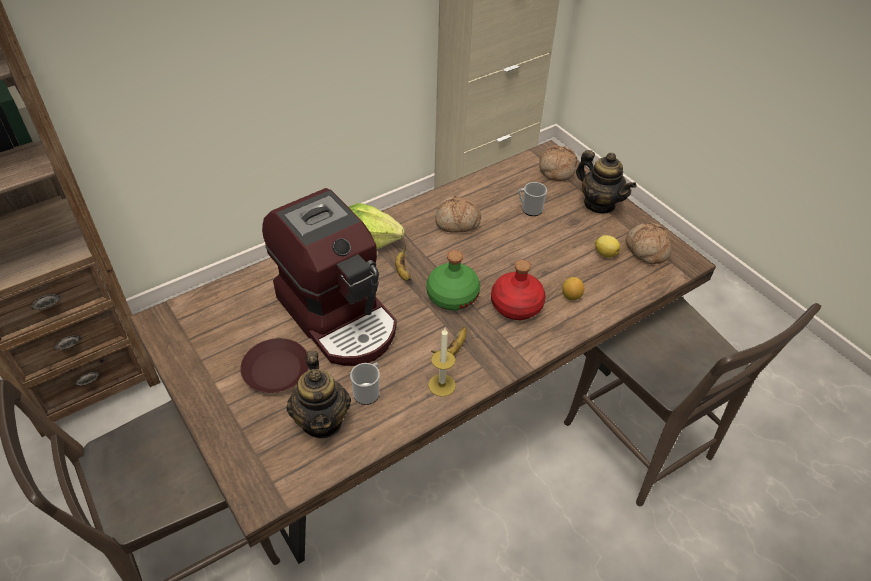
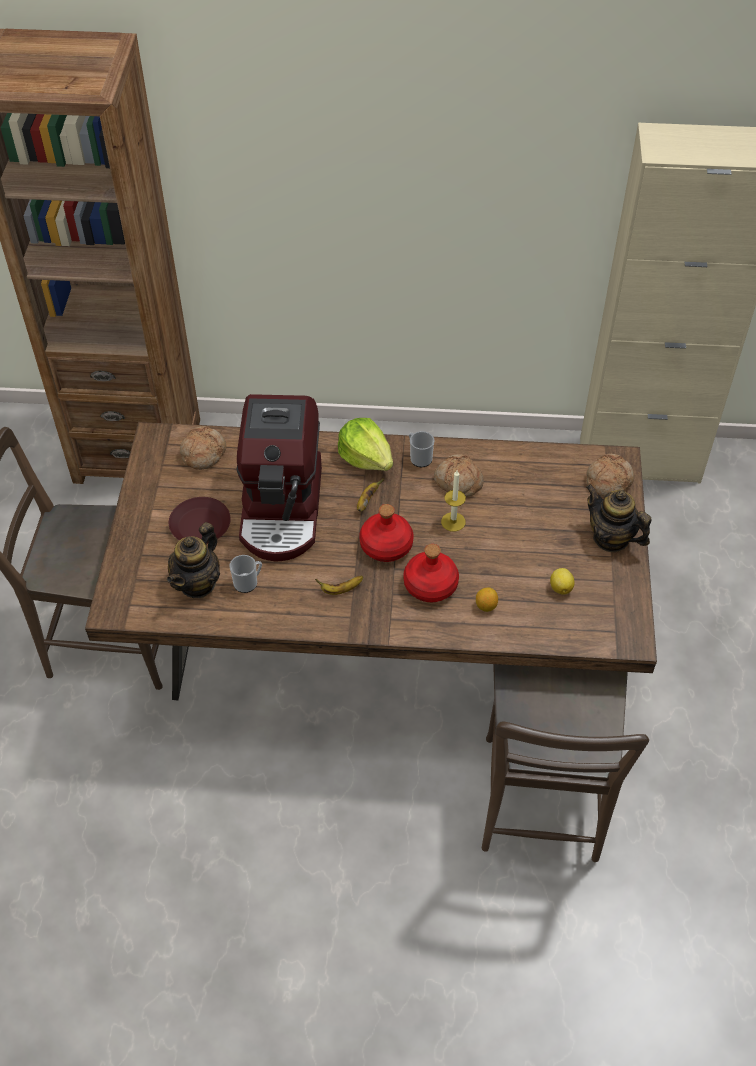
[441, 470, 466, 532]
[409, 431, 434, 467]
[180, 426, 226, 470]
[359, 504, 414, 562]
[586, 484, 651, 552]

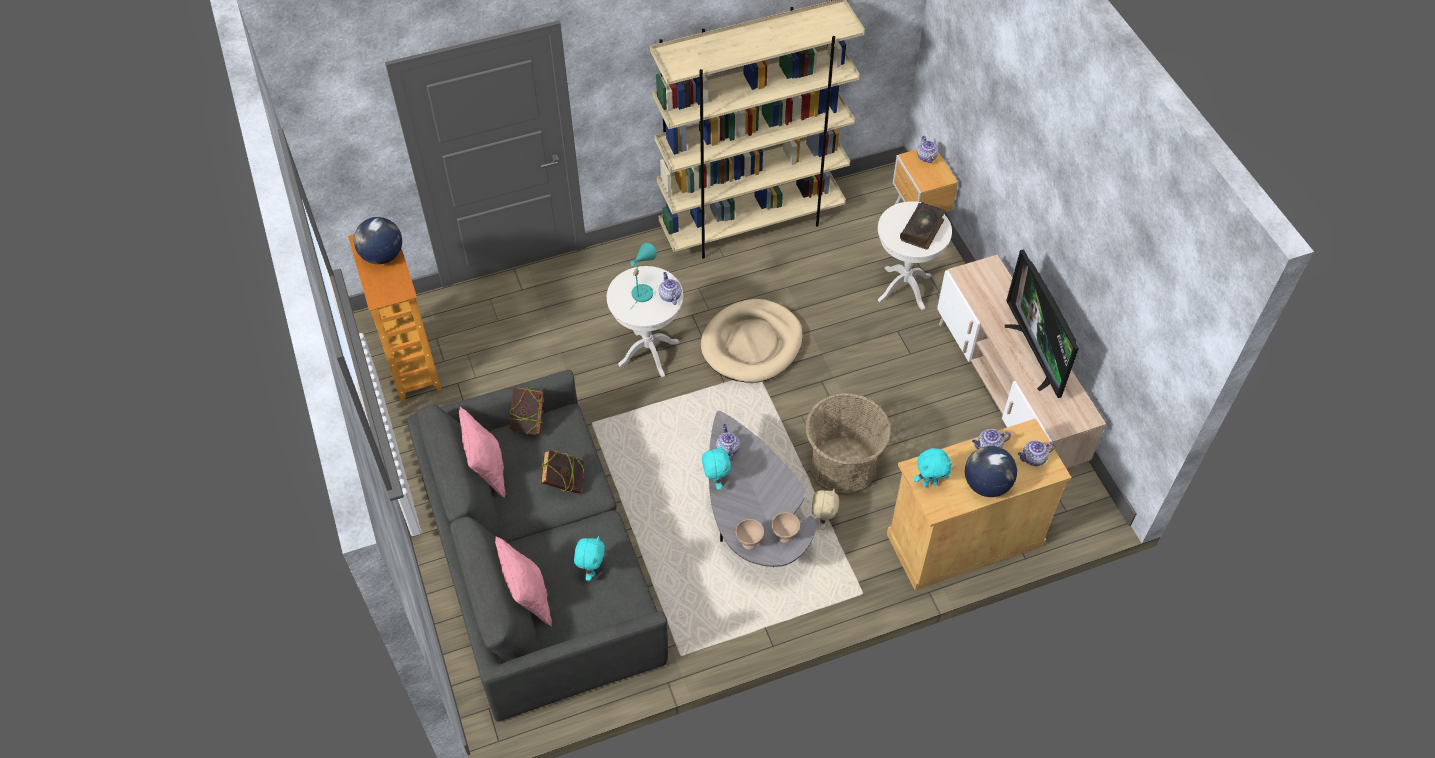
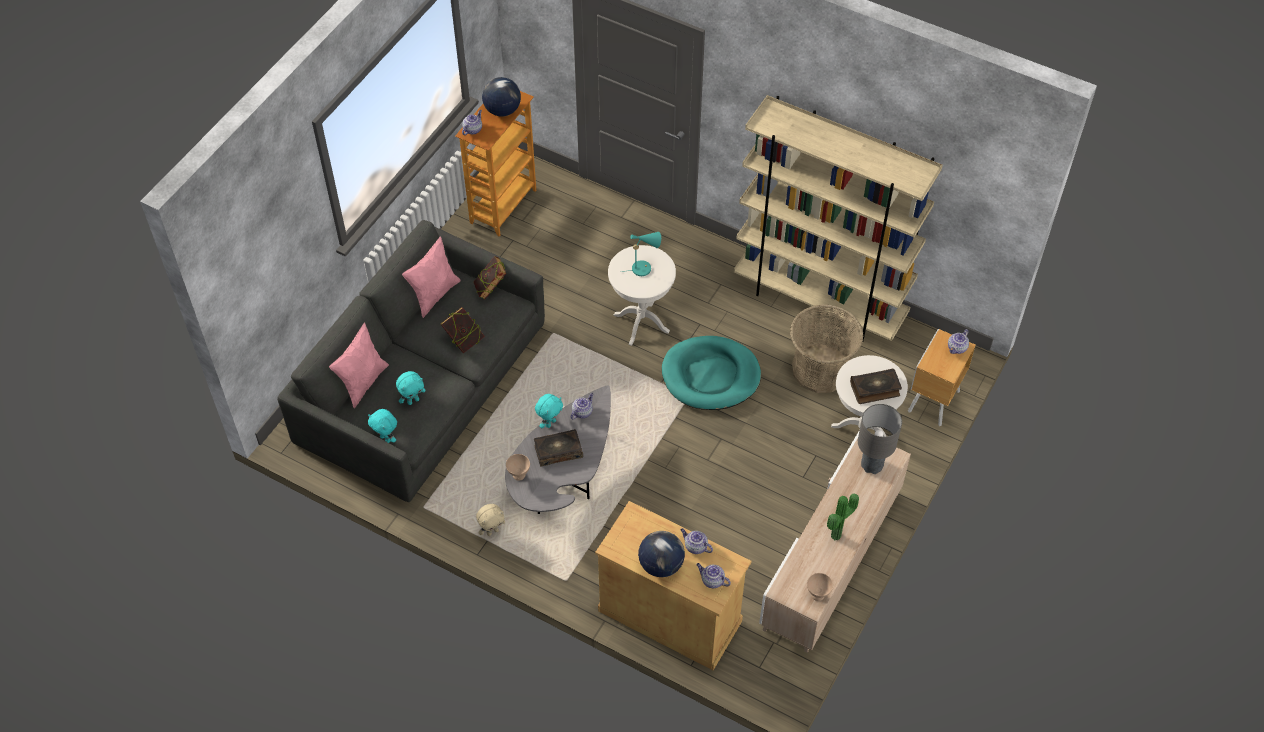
[534, 429, 583, 467]
[858, 404, 902, 474]
[462, 110, 482, 135]
[807, 573, 833, 601]
[790, 304, 864, 393]
[476, 504, 505, 536]
[368, 409, 397, 443]
[827, 493, 859, 540]
[662, 336, 761, 410]

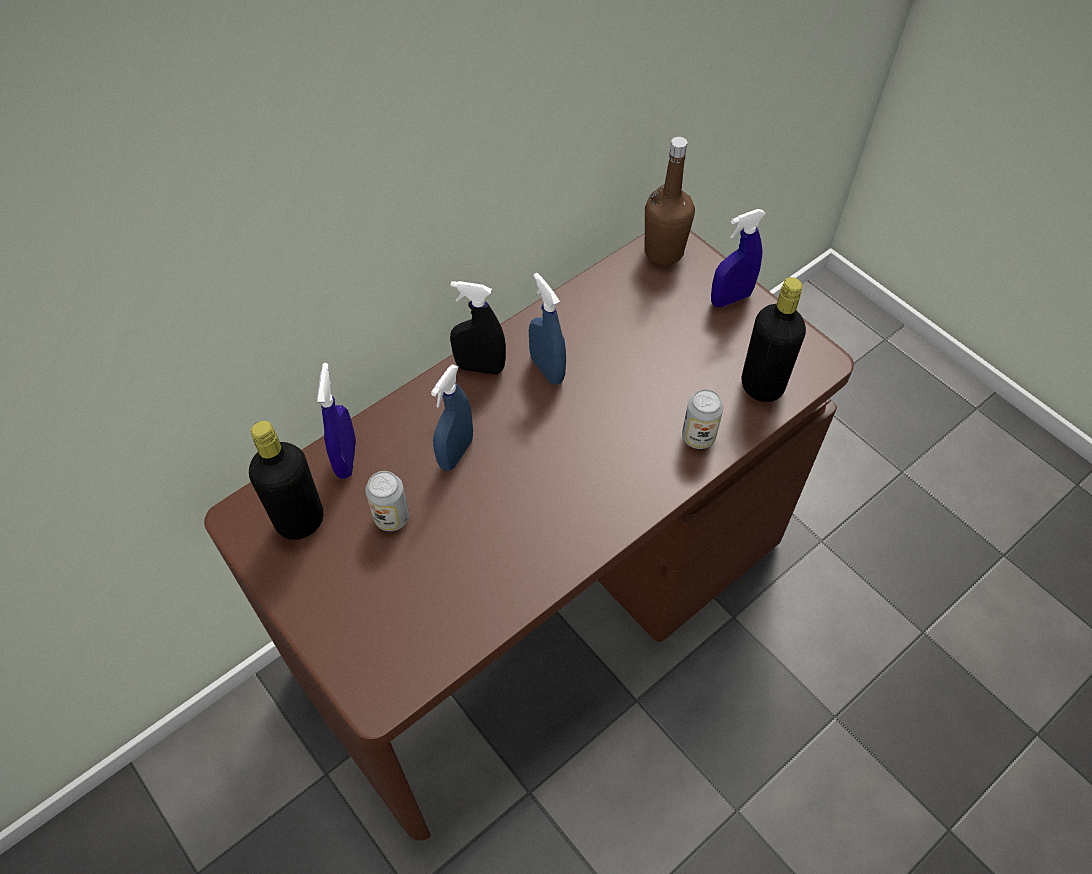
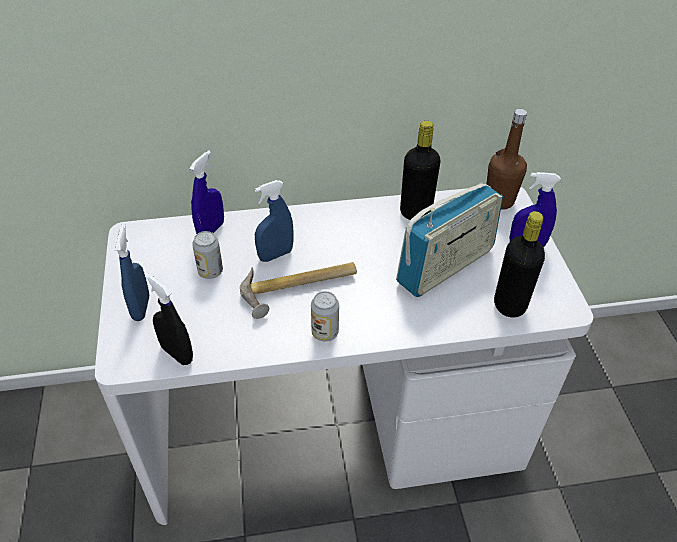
[240, 262, 357, 319]
[396, 182, 503, 297]
[400, 121, 441, 220]
[145, 273, 193, 365]
[115, 224, 149, 321]
[311, 291, 339, 341]
[95, 187, 593, 525]

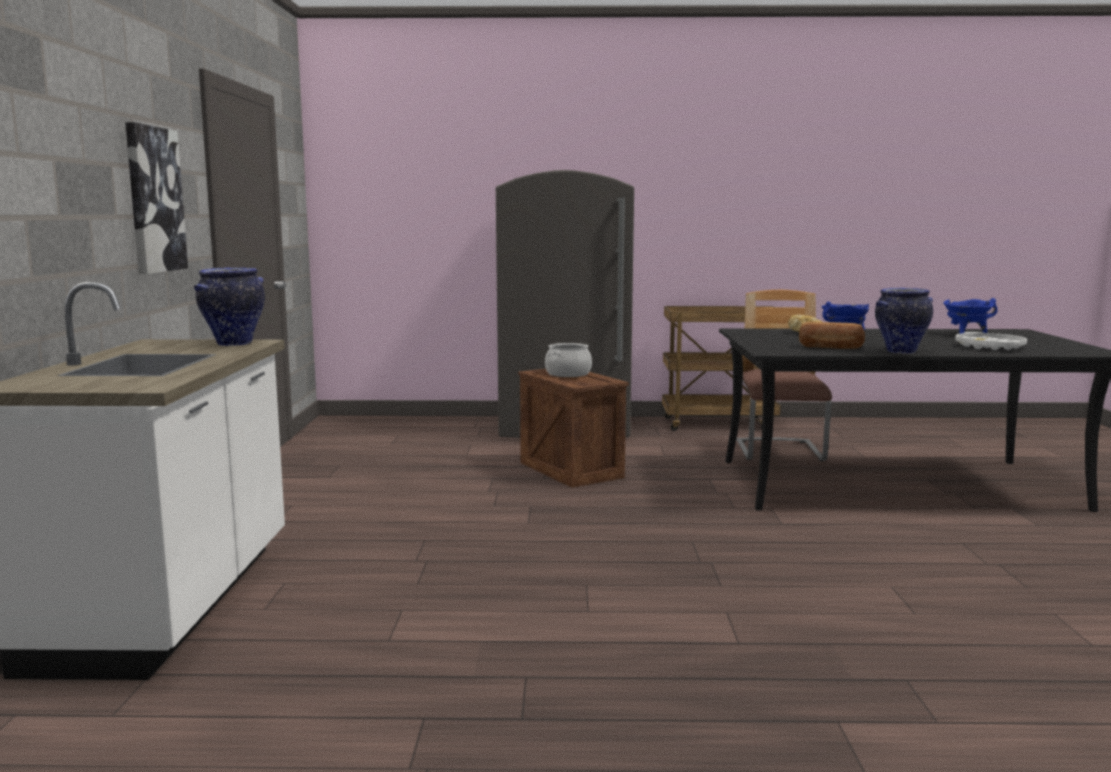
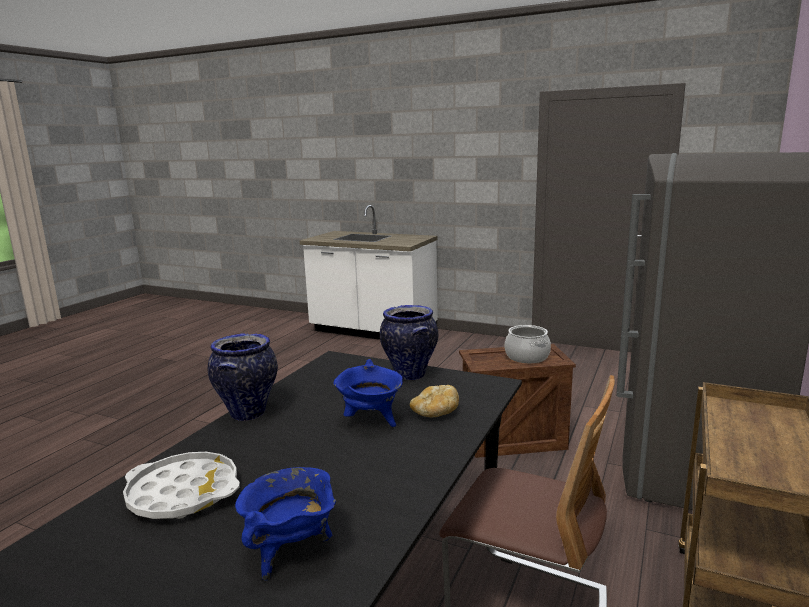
[125, 122, 188, 274] (first image)
[799, 322, 865, 349] (first image)
[380, 305, 438, 380]

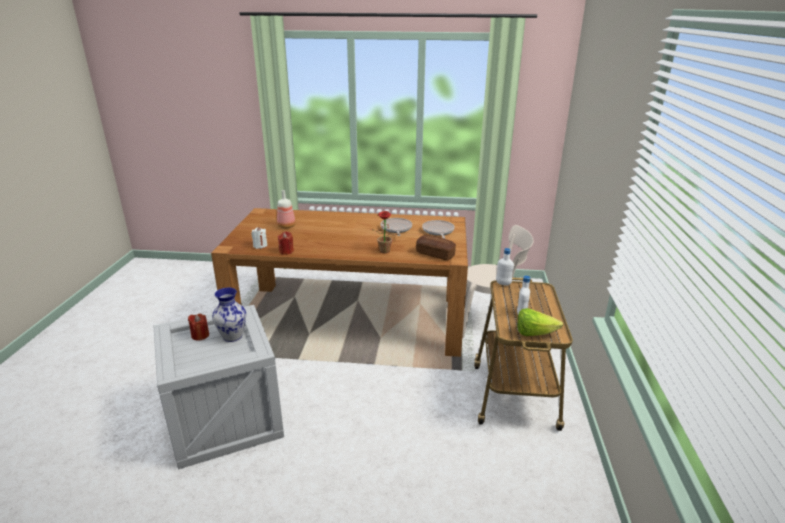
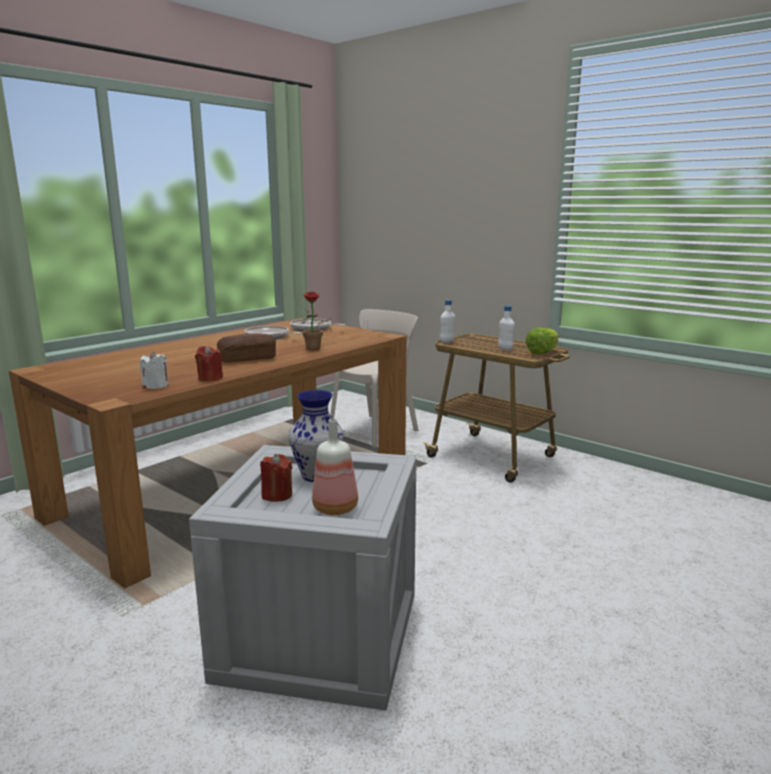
[312, 419, 358, 515]
[217, 334, 276, 363]

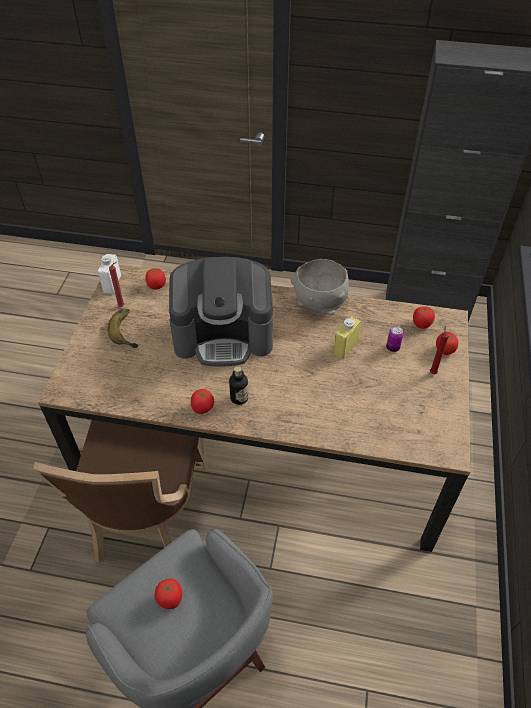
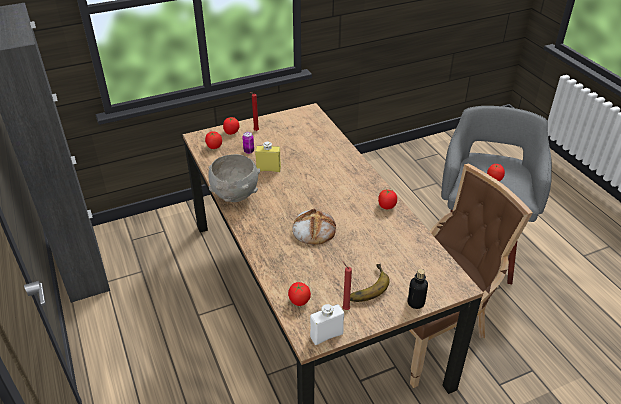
[408, 269, 428, 309]
[292, 209, 336, 245]

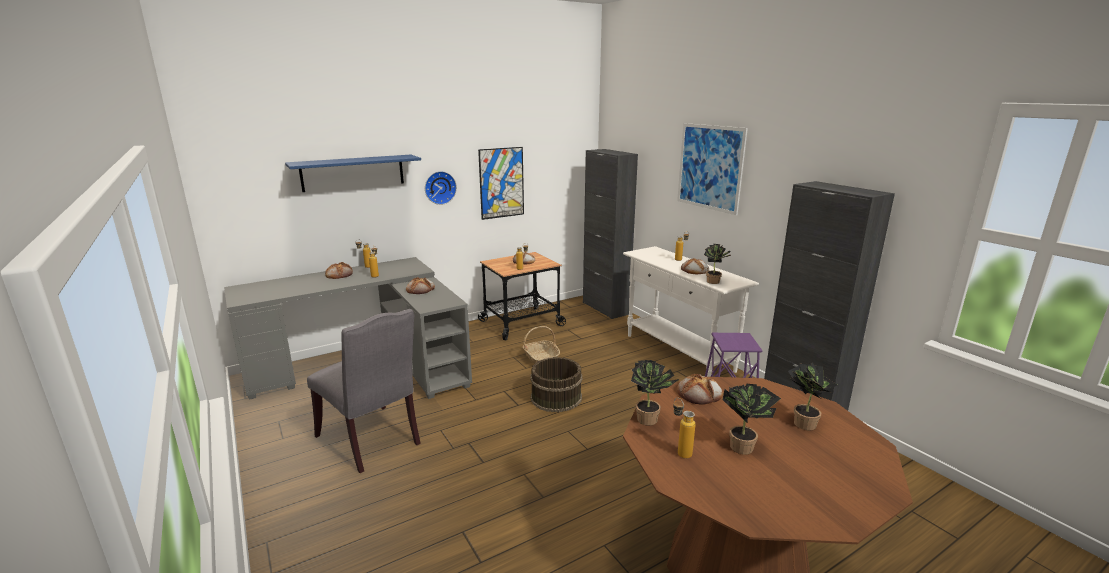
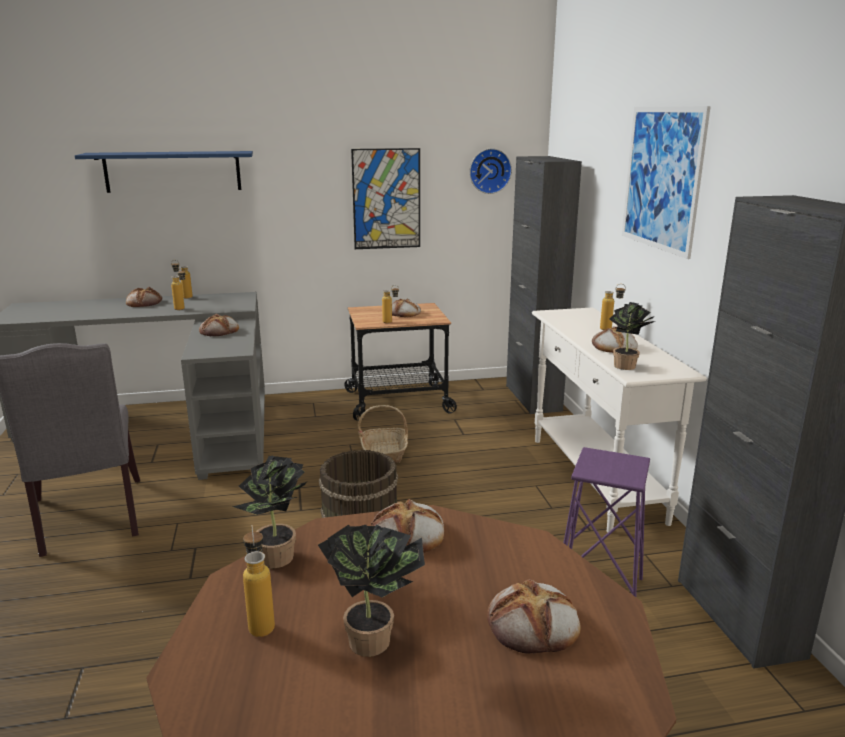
[470, 148, 512, 194]
[487, 579, 581, 654]

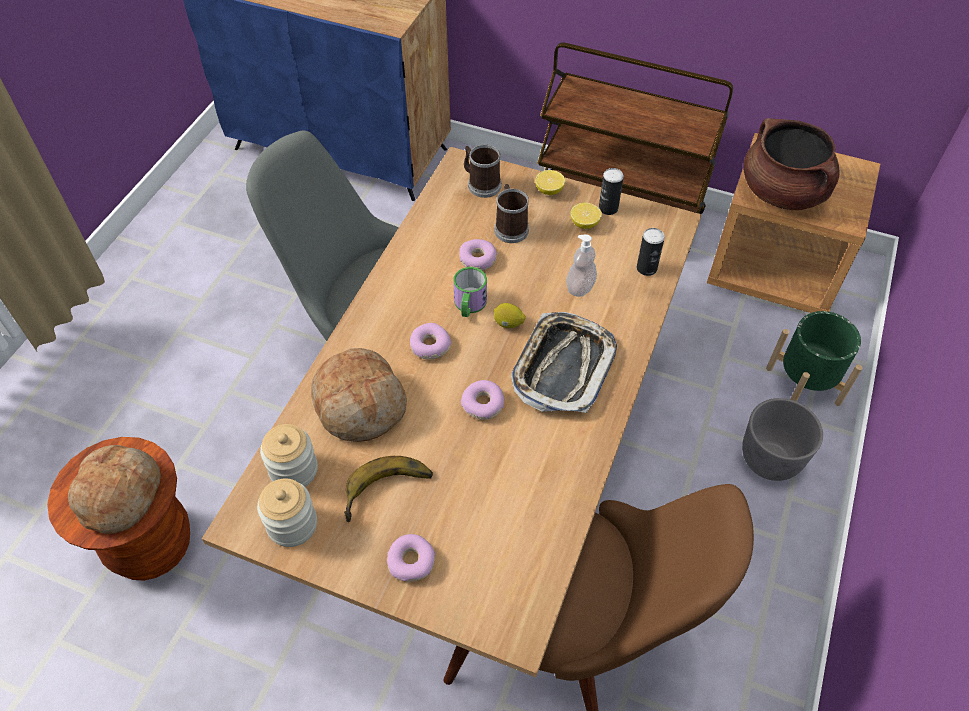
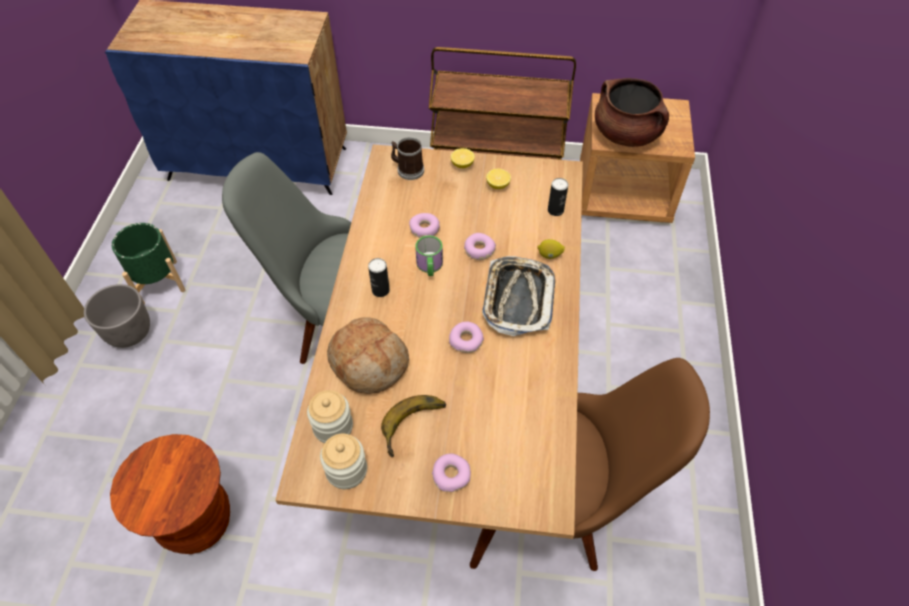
[68, 445, 161, 534] (first image)
[494, 184, 529, 243] (first image)
[566, 235, 597, 297] (first image)
[464, 233, 496, 260]
[538, 239, 565, 259]
[368, 258, 390, 297]
[84, 284, 150, 348]
[112, 223, 185, 305]

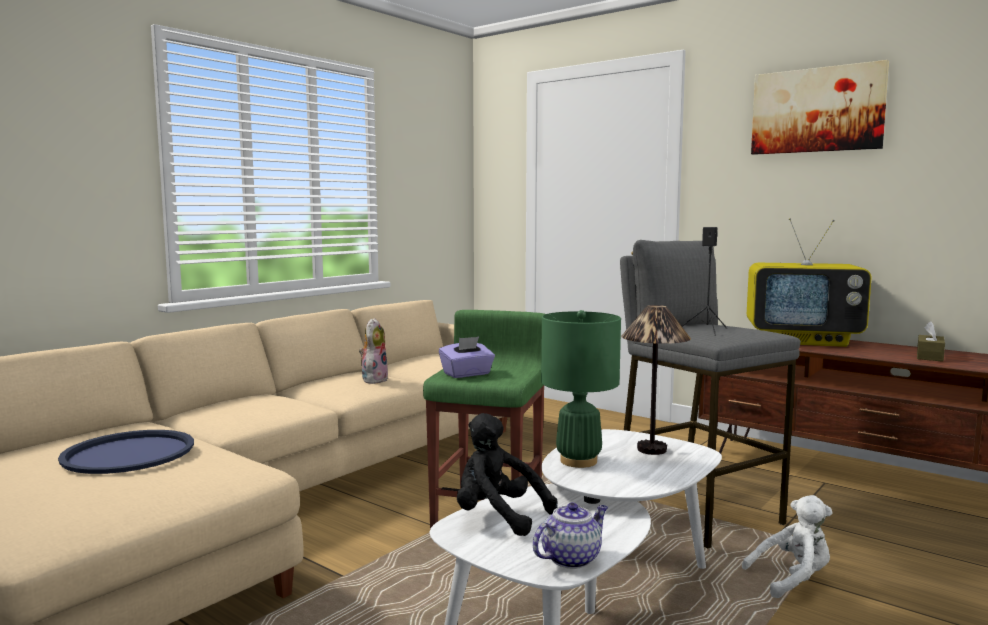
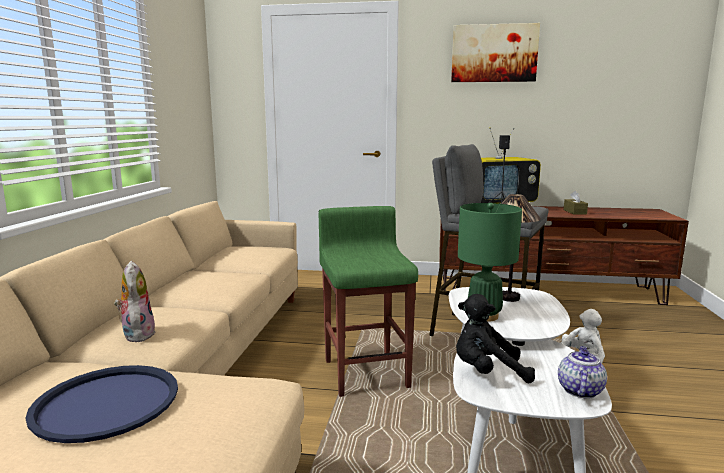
[439, 337, 495, 378] (first image)
[114, 261, 156, 342]

